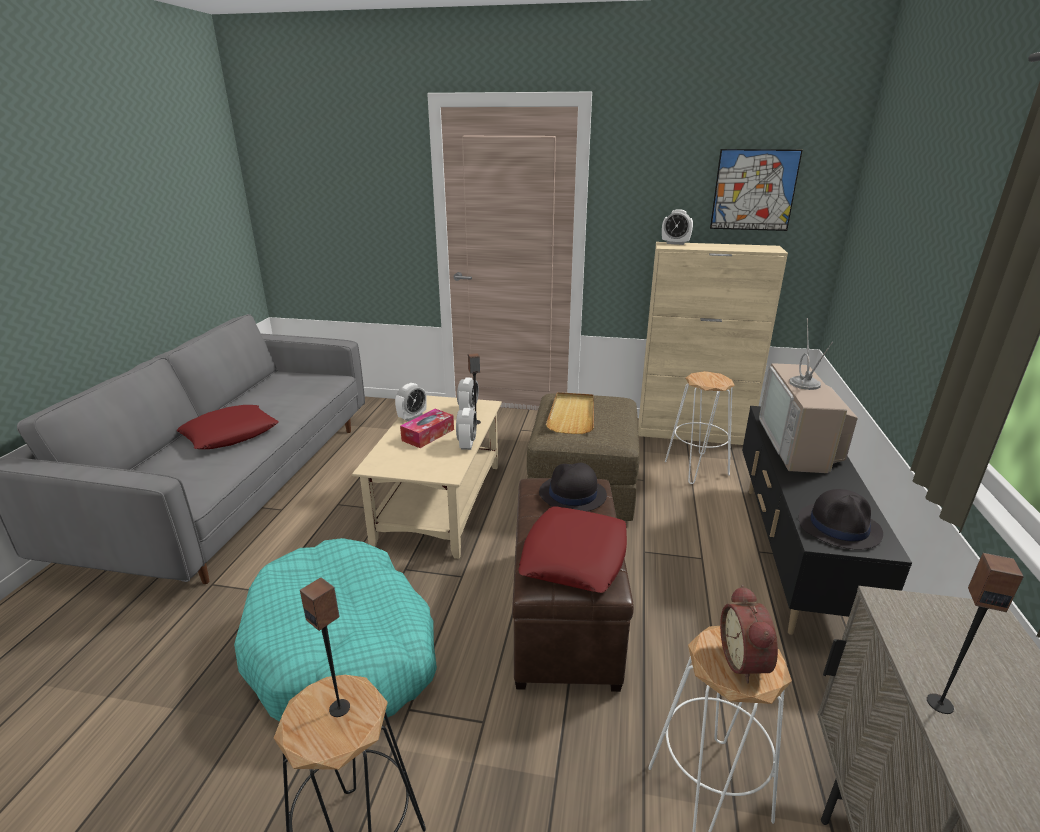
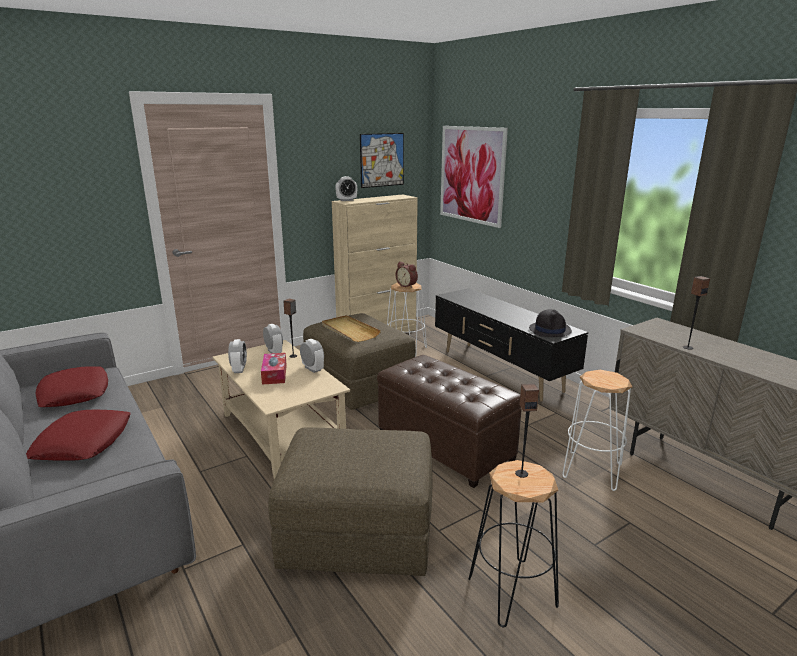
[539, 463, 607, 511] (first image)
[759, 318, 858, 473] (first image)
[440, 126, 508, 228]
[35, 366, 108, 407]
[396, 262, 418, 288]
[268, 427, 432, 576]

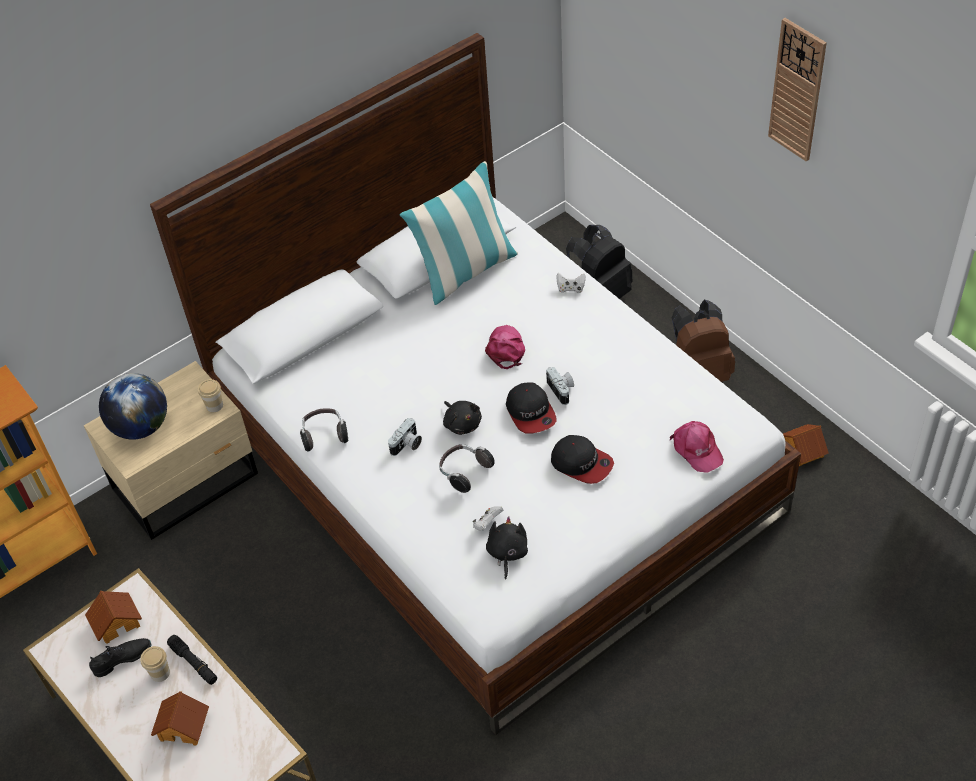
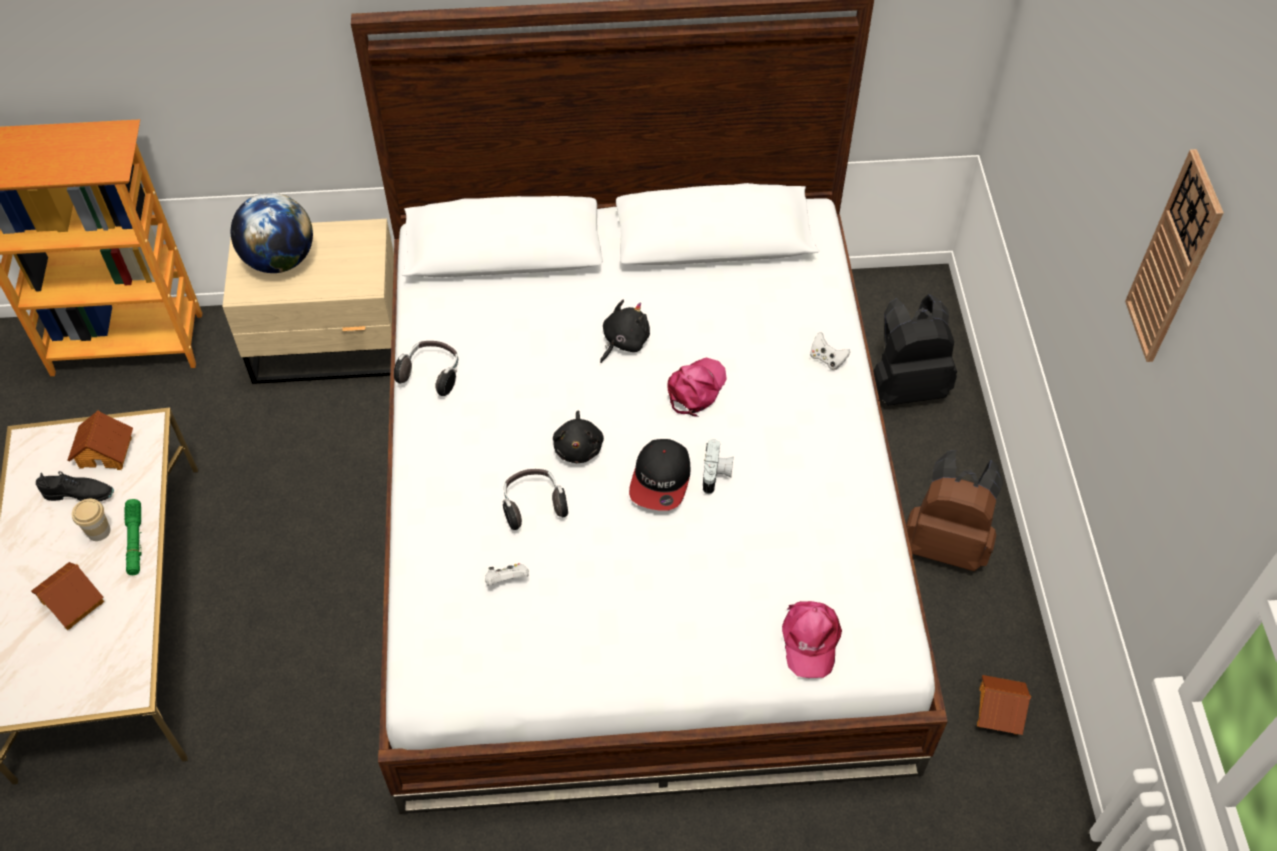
[198, 379, 223, 412] (first image)
[388, 418, 422, 456] (first image)
[399, 161, 518, 305] (first image)
[551, 435, 614, 484] (first image)
[600, 300, 650, 363]
[124, 499, 142, 575]

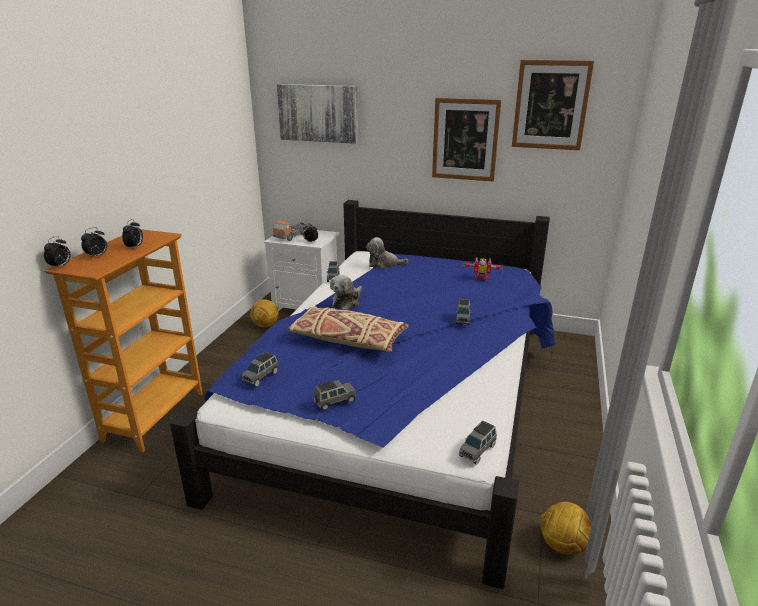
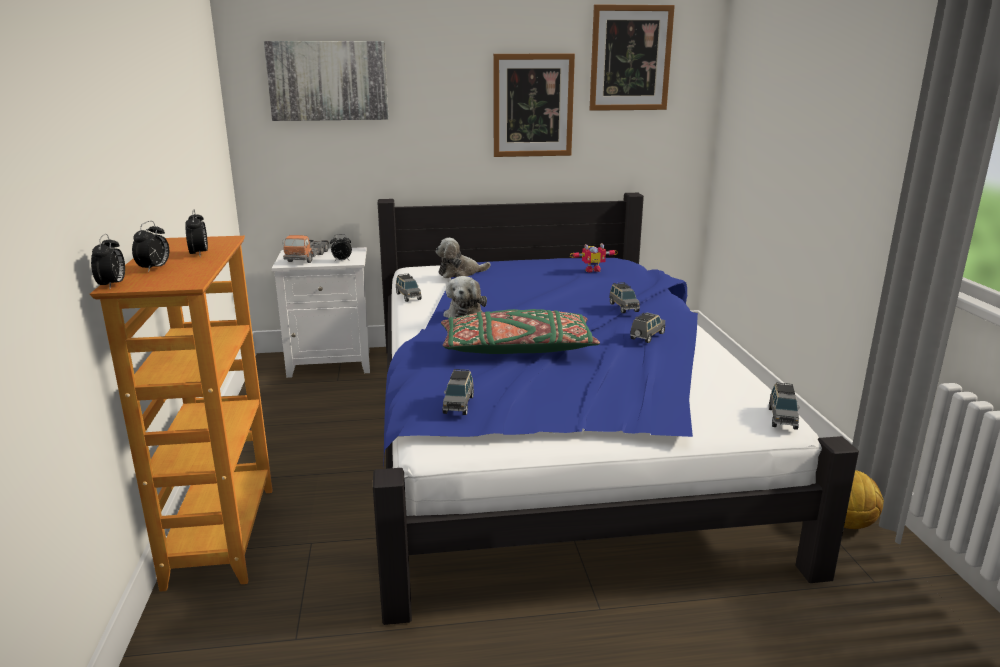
[250, 299, 279, 327] (first image)
[630, 312, 666, 343]
[441, 309, 600, 354]

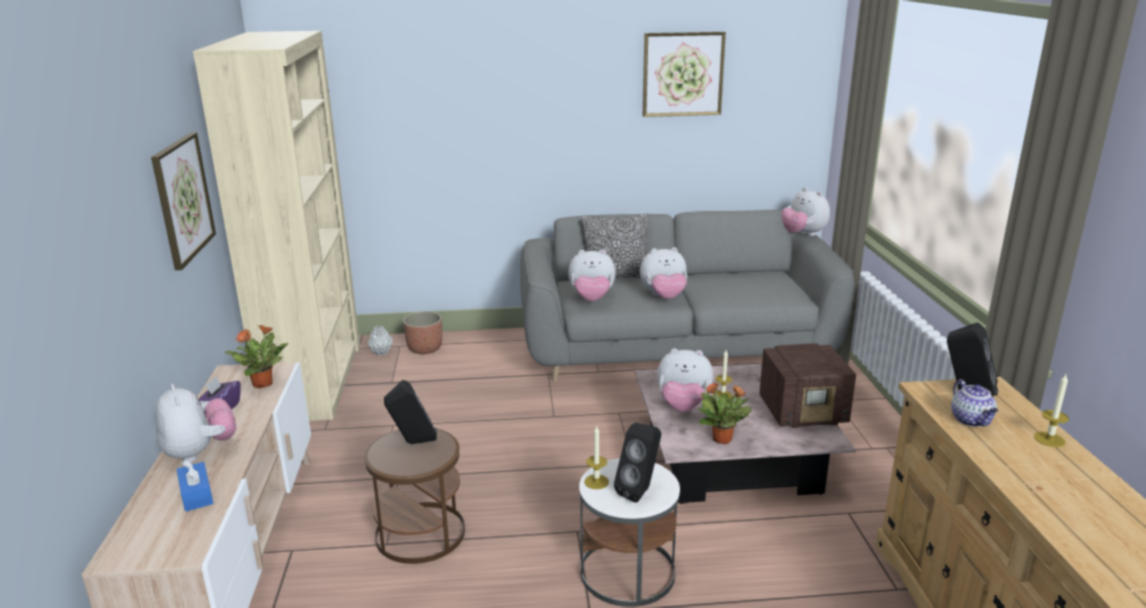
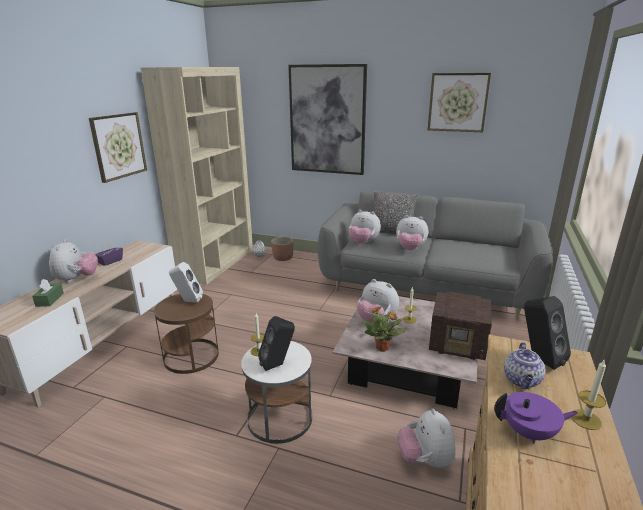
[225, 325, 288, 388] (first image)
[288, 64, 367, 175]
[494, 392, 578, 444]
[397, 409, 455, 468]
[32, 279, 64, 307]
[169, 262, 203, 303]

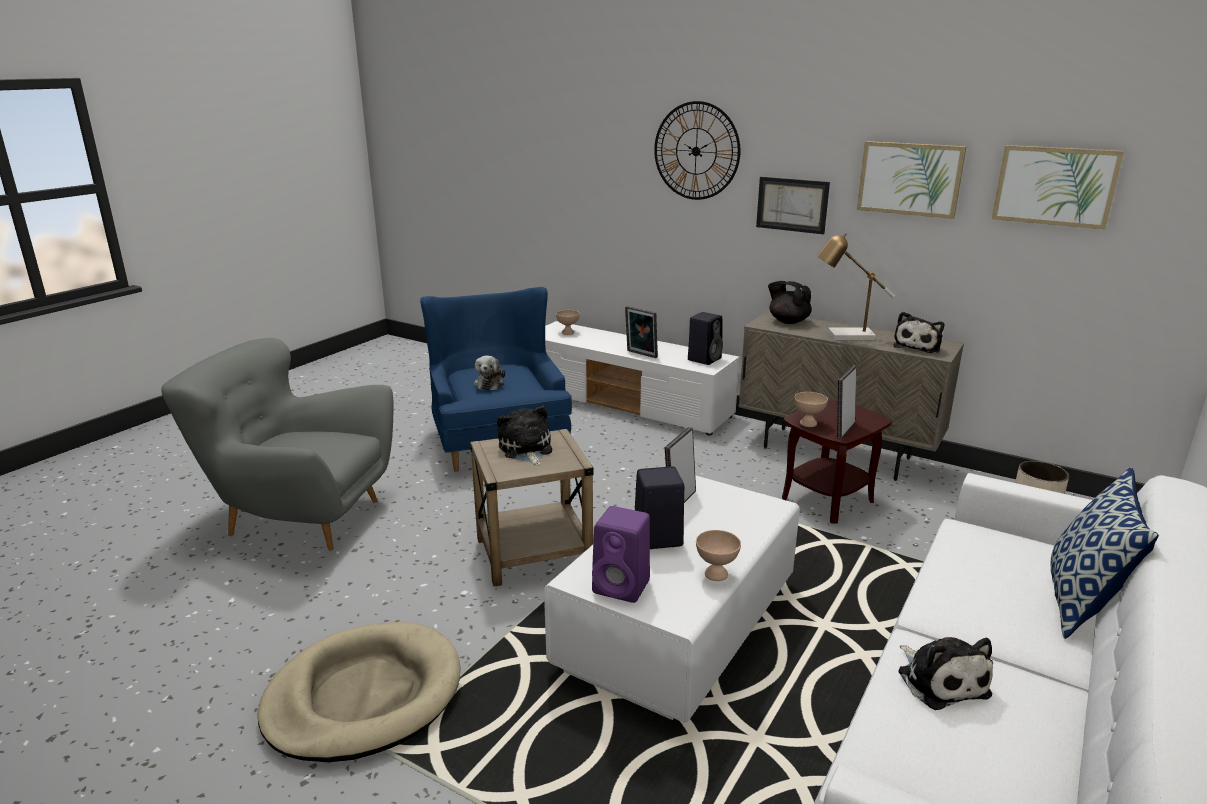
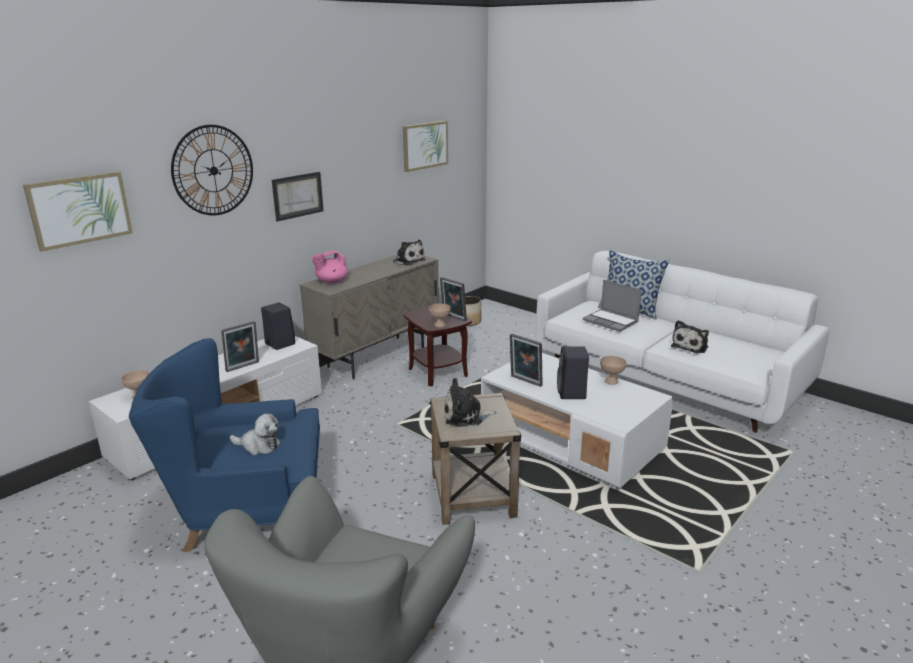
[258, 622, 461, 762] (first image)
[592, 506, 650, 603] (first image)
[817, 233, 895, 340] (first image)
[583, 280, 642, 332]
[23, 171, 133, 252]
[312, 251, 348, 284]
[671, 320, 709, 353]

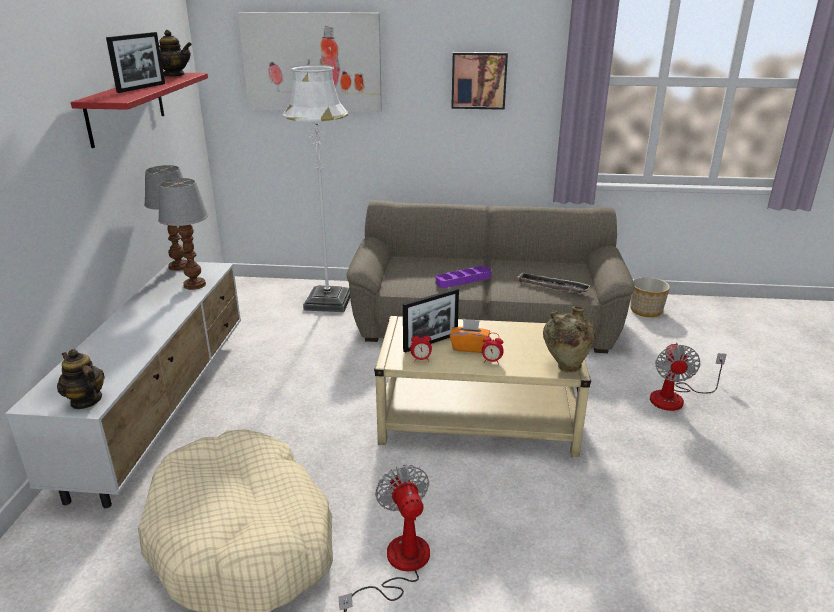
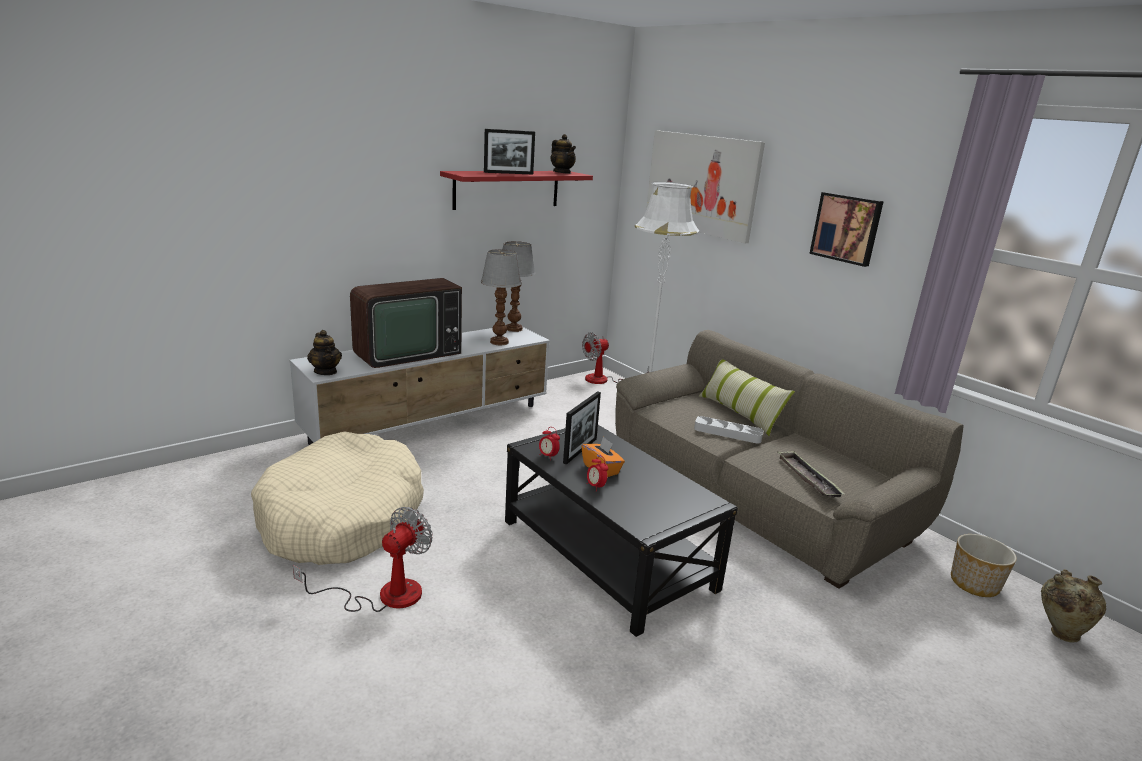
[350, 278, 462, 368]
[698, 360, 795, 436]
[1041, 569, 1106, 642]
[582, 332, 649, 384]
[505, 425, 738, 637]
[694, 416, 764, 444]
[307, 330, 342, 375]
[563, 391, 601, 465]

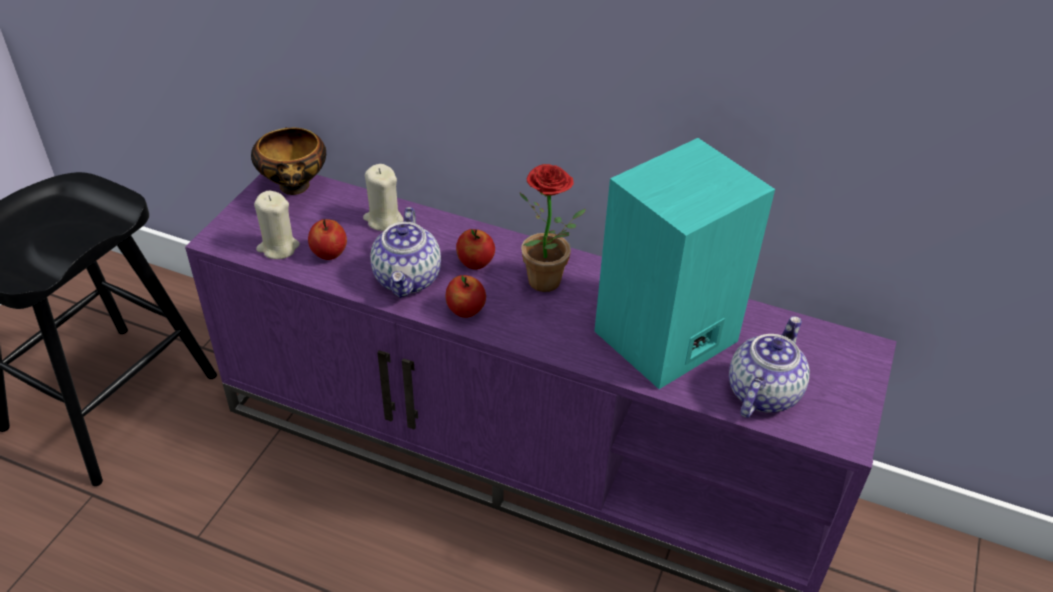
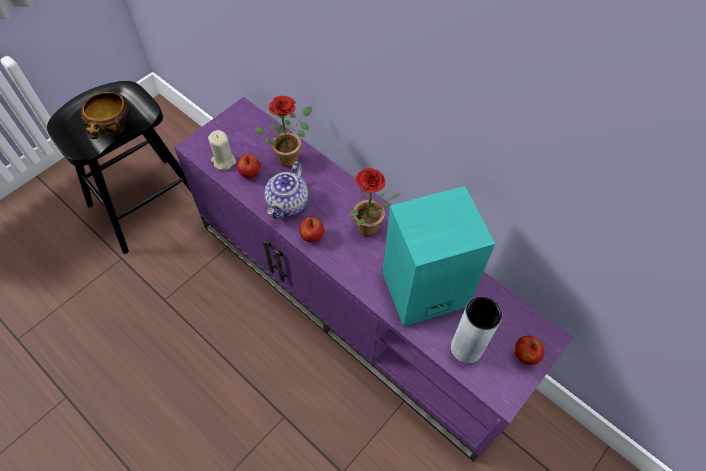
[80, 90, 130, 139]
[515, 336, 544, 365]
[254, 96, 312, 167]
[451, 297, 502, 363]

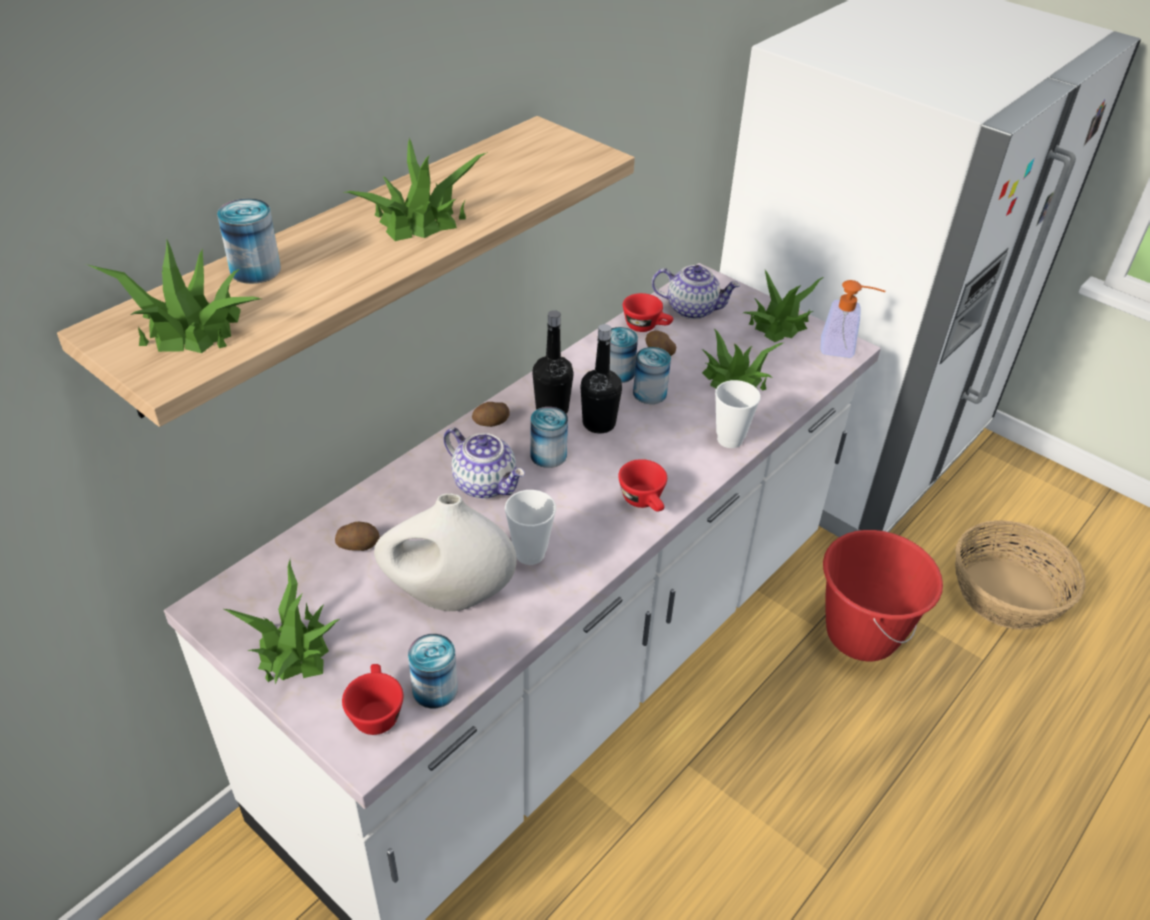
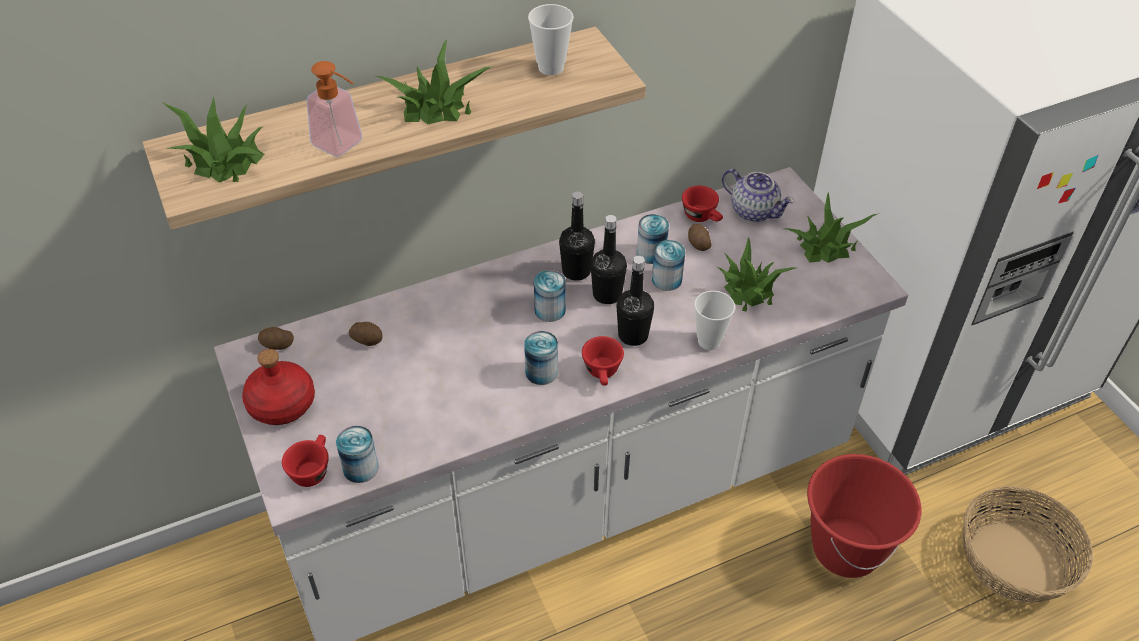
[374, 493, 517, 611] (first image)
[443, 428, 525, 499] (first image)
[617, 256, 654, 346]
[524, 331, 558, 385]
[258, 327, 294, 350]
[528, 4, 574, 75]
[307, 61, 363, 157]
[242, 349, 315, 425]

